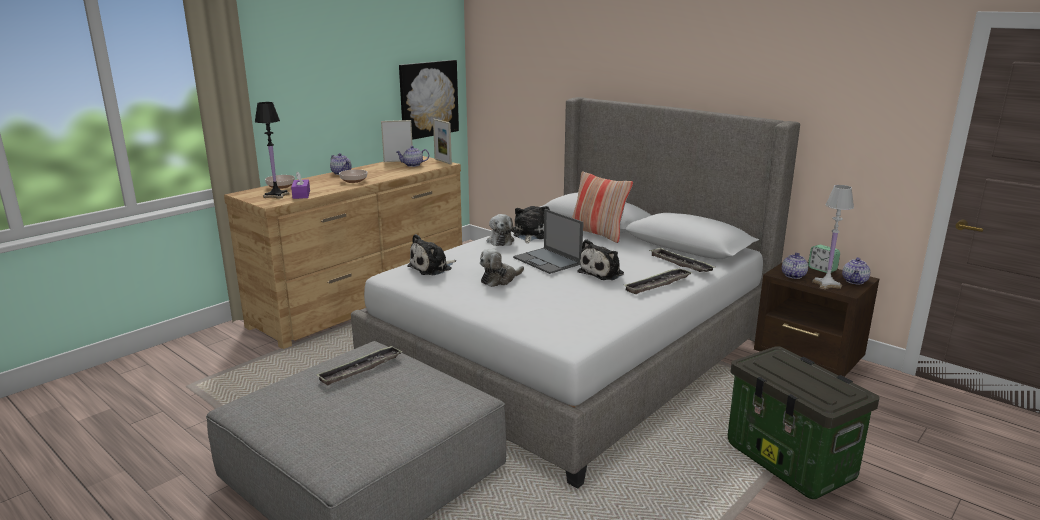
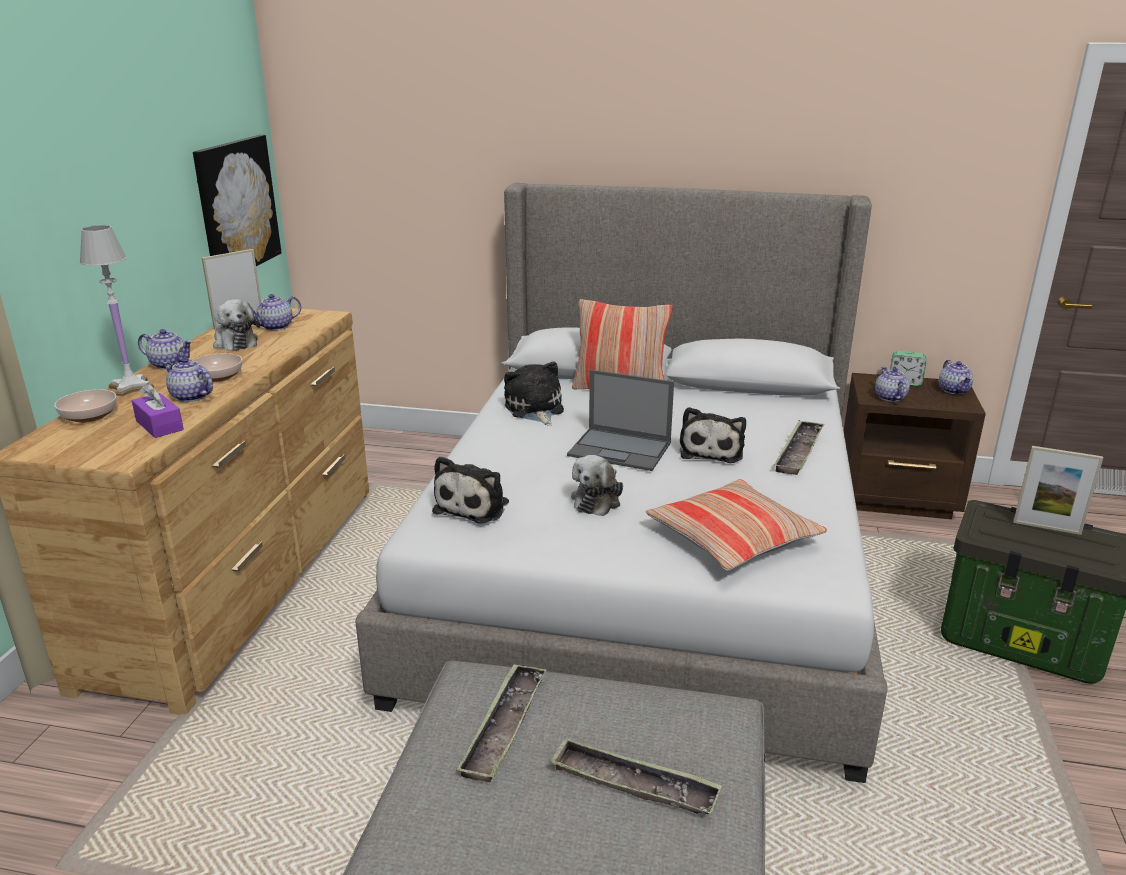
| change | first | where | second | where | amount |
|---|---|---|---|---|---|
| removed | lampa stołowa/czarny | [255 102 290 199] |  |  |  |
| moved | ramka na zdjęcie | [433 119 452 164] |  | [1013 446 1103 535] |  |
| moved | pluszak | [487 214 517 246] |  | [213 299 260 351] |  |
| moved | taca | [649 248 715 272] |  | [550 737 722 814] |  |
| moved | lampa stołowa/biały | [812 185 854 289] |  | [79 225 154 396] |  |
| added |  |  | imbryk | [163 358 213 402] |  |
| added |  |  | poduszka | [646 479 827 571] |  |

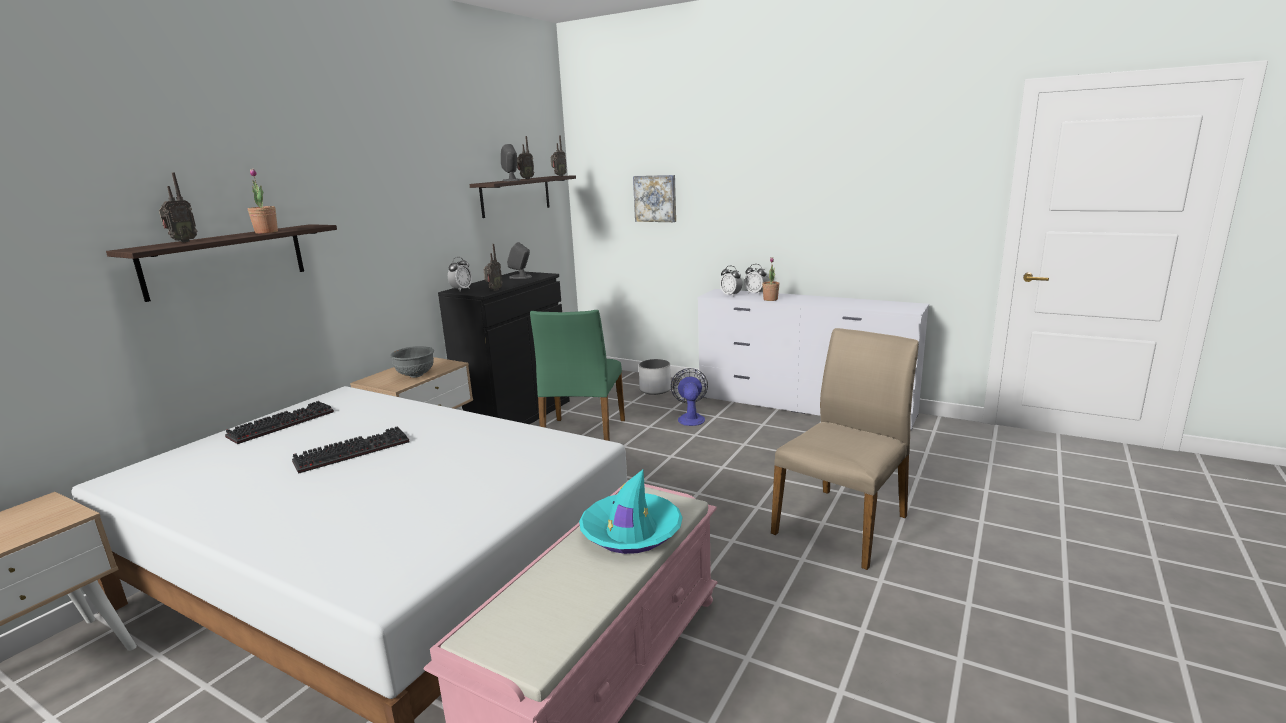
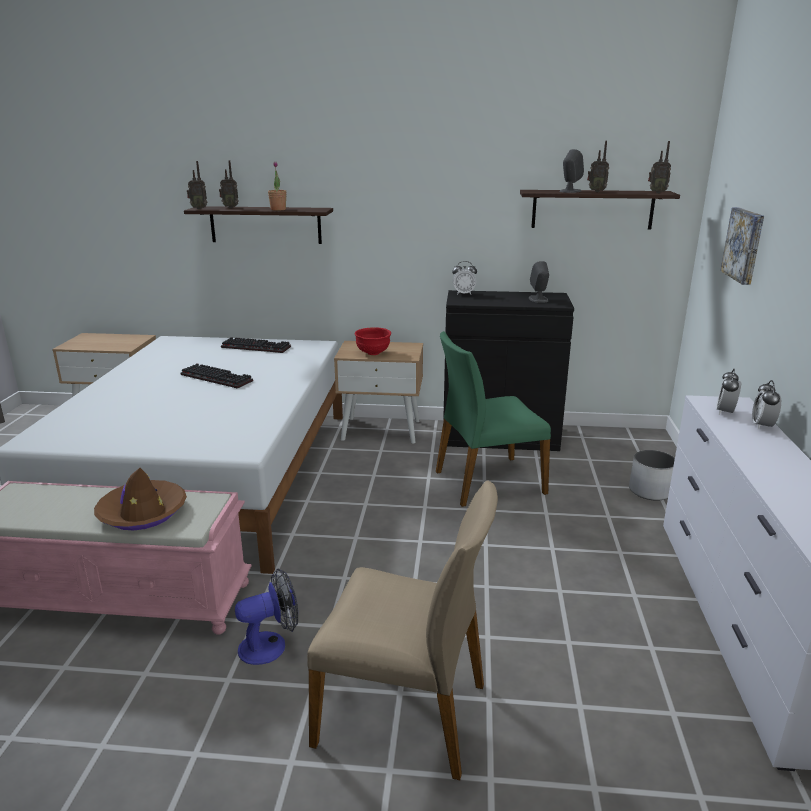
| change | first | where | second | where | amount |
|---|---|---|---|---|---|
| recoloured | miska/szary | [390 346 434 378] | miska/czerwony | [354 327 391 355] |  |
| moved | radio | [484 244 502 291] |  | [187 161 207 209] |  |
| recoloured | kapelusz/turkusowy | [579 470 683 554] | kapelusz/brązowy | [94 468 187 530] |  |
| moved | wentylator | [671 368 708 426] |  | [235 568 298 665] |  |
| removed | roślina doniczkowa | [762 257 779 301] |  |  |  |

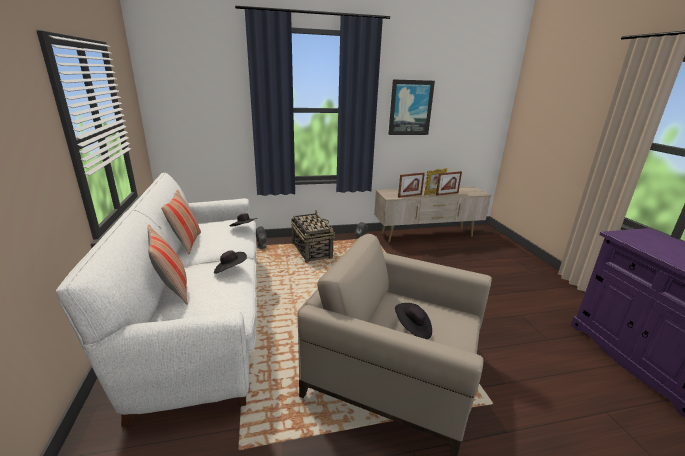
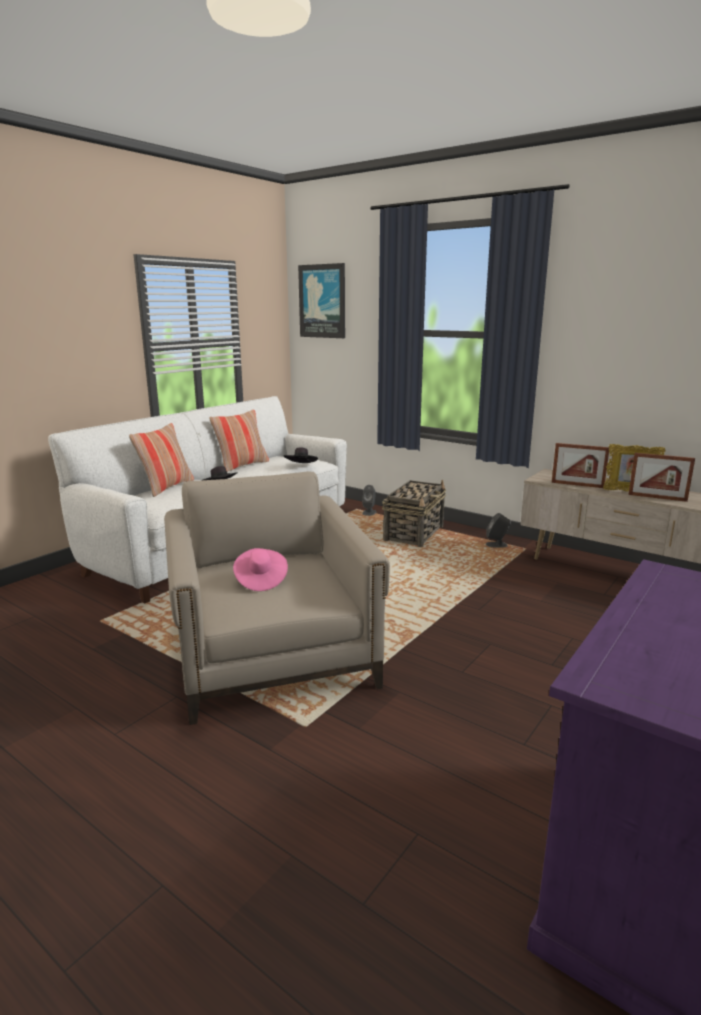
| change | first | where | second | where | amount |
|---|---|---|---|---|---|
| moved | obraz | [388 79 435 135] |  | [298 263 345 338] |  |
| recoloured | kapelusz/czarny | [395 303 432 339] | kapelusz/różowy | [233 548 288 591] |  |

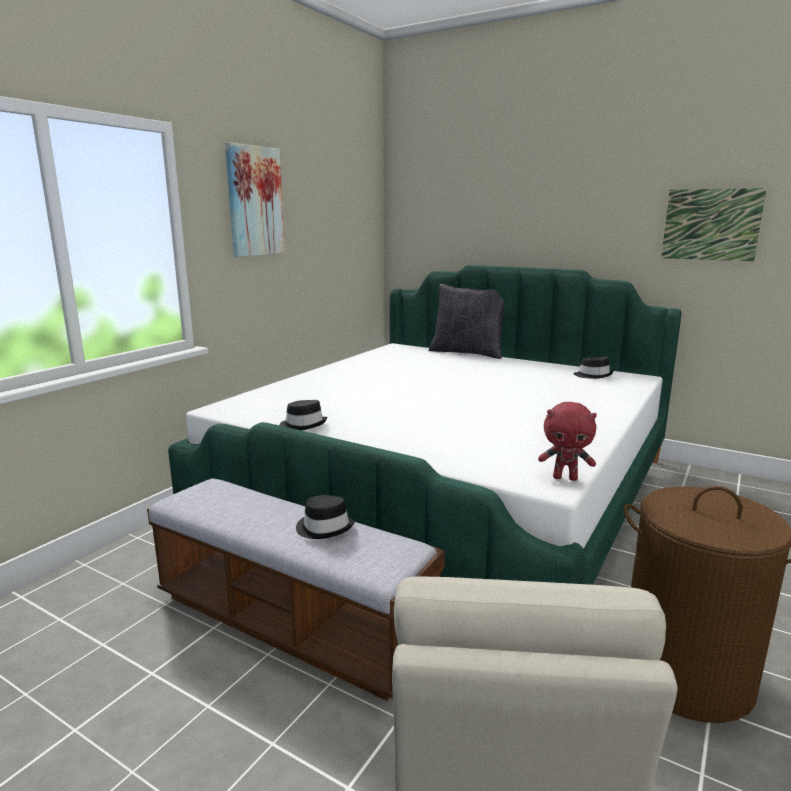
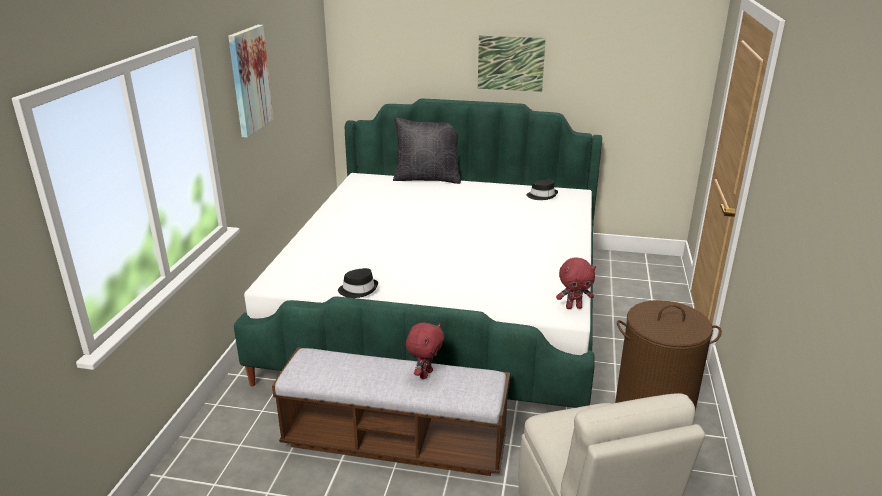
| change | first | where | second | where | amount |
|---|---|---|---|---|---|
| replaced | kapelusz/czarny | [296 495 355 539] | pluszak/czerwony | [406 323 444 379] |  |
| moved | obraz | [661 188 767 261] |  | [478 35 546 92] |  |

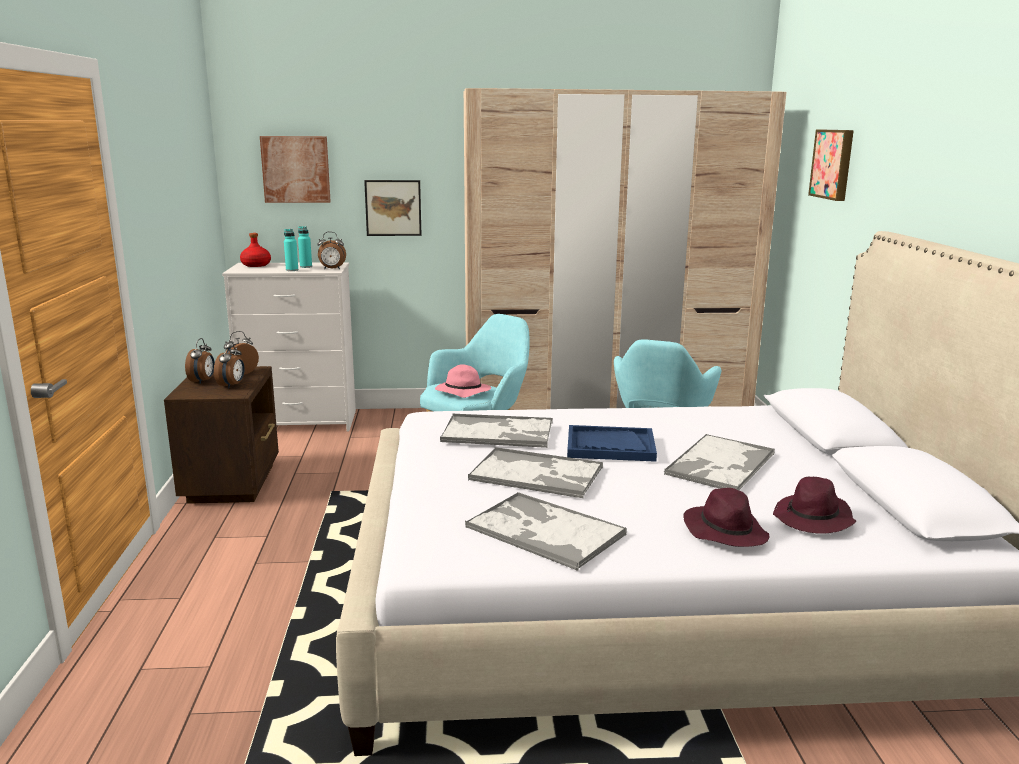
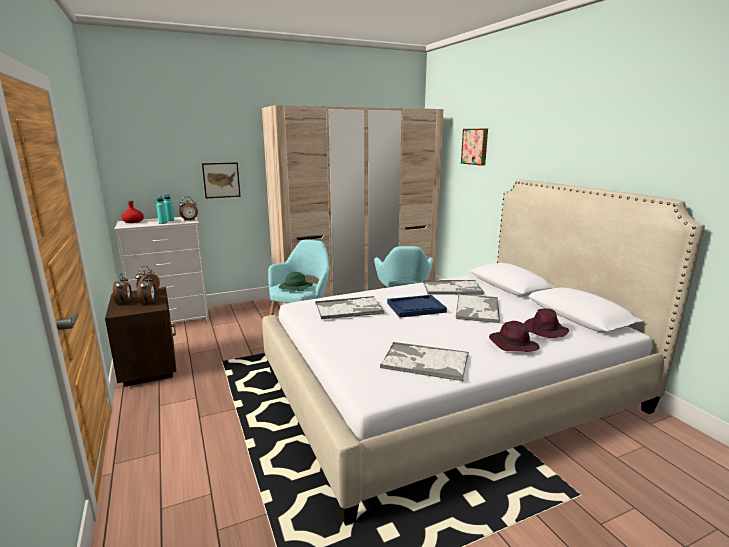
| change | first | where | second | where | amount |
|---|---|---|---|---|---|
| removed | obraz | [260 136 331 203] |  |  |  |
| recoloured | kapelusz/różowy | [435 364 491 398] | kapelusz/zielony | [279 272 313 291] |  |
| moved | taca | [468 447 603 498] |  | [423 280 484 294] |  |

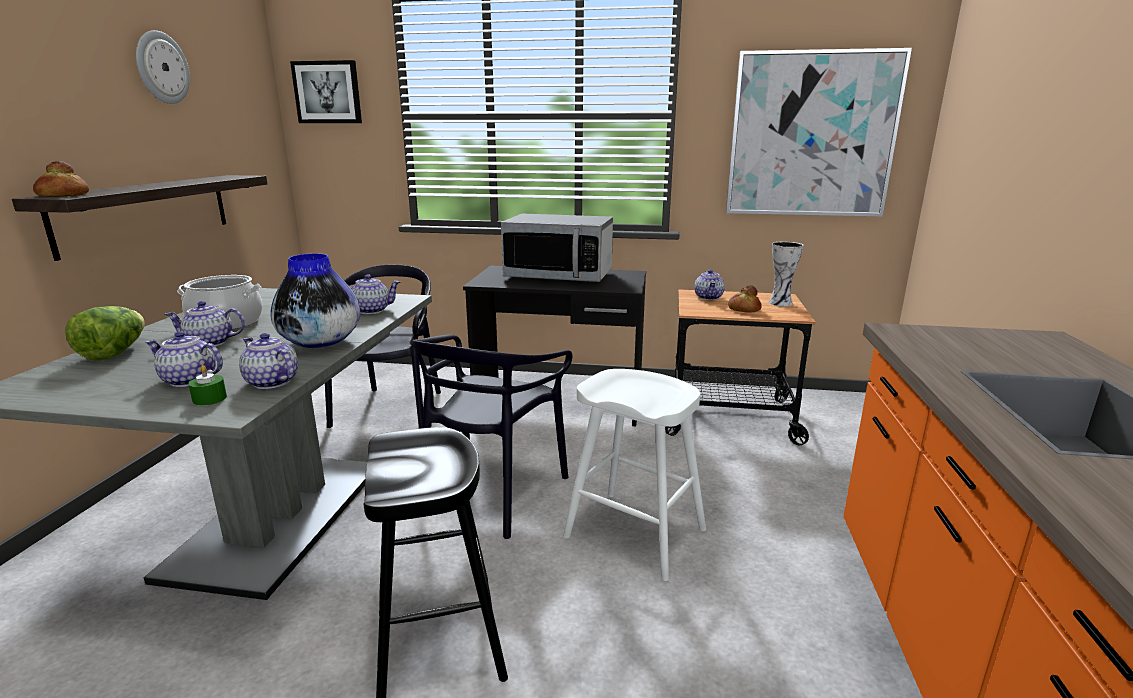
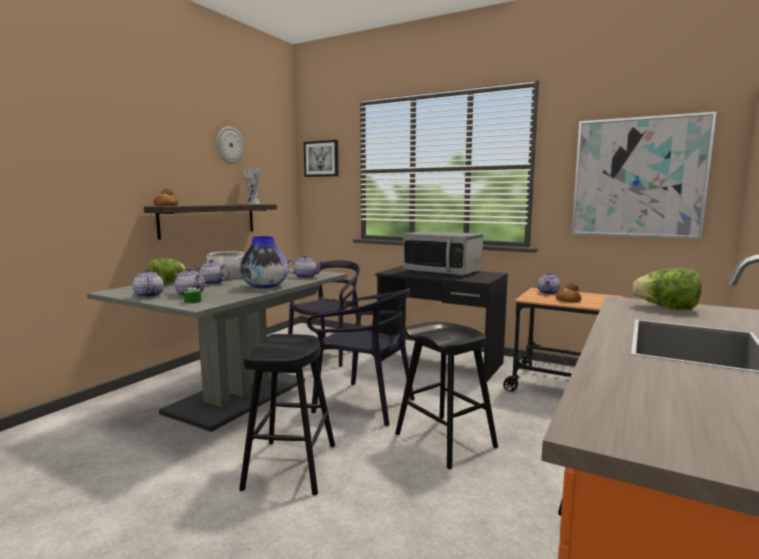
| change | first | where | second | where | amount |
|---|---|---|---|---|---|
| moved | imbryk | [239 333 298 389] |  | [132 269 164 298] |  |
| turned | krzesło/czarny | [412 335 572 539] |  | [307 288 415 426] | 105 degrees counterclockwise |
| recoloured | stołek/biały | [563 369 706 581] | stołek/czarny | [395 322 498 469] |  |
| moved | wazon | [769 242 804 306] |  | [243 168 261 204] |  |
| added |  |  | sałata | [632 268 702 310] |  |

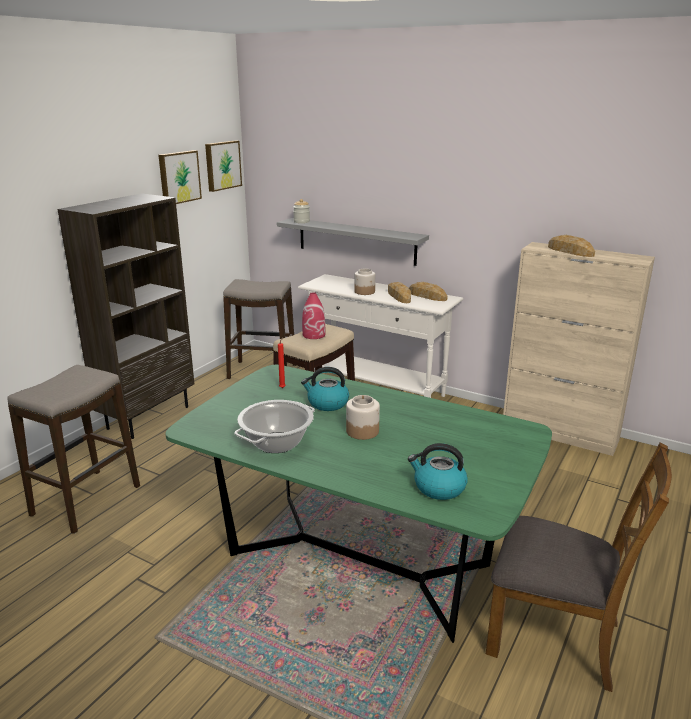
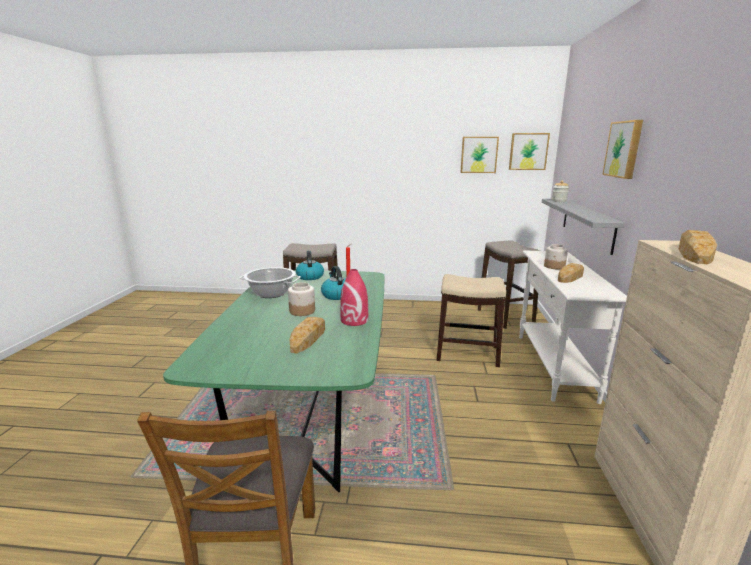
| change | first | where | second | where | amount |
|---|---|---|---|---|---|
| removed | regał/brązowy | [58 193 194 439] |  |  |  |
| moved | wazon/czerwony | [302 292 325 339] |  | [340 269 368 326] |  |
| moved | czajnik | [408 443 468 500] |  | [296 251 324 280] |  |
| moved | chleb | [409 282 447 301] |  | [289 317 325 353] |  |
| added |  |  | obraz | [602 120 643 179] |  |

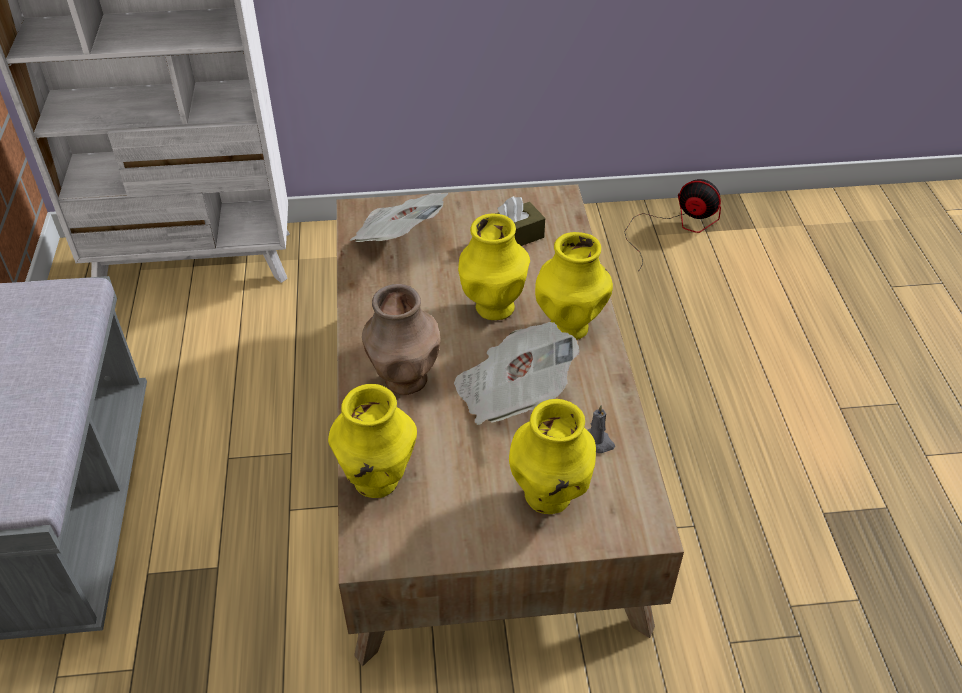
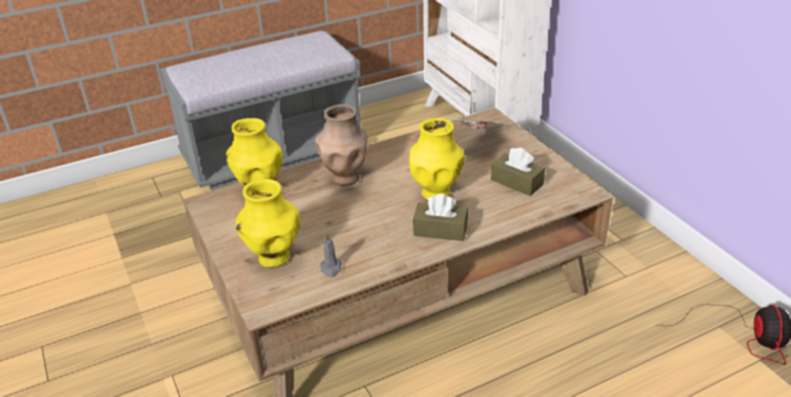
| change | first | where | second | where | amount |
|---|---|---|---|---|---|
| removed | gazeta | [454 322 580 425] |  |  |  |
| replaced | wazon/żółty | [535 232 613 340] | pudełko chusteczek/brązowy | [413 194 468 241] |  |

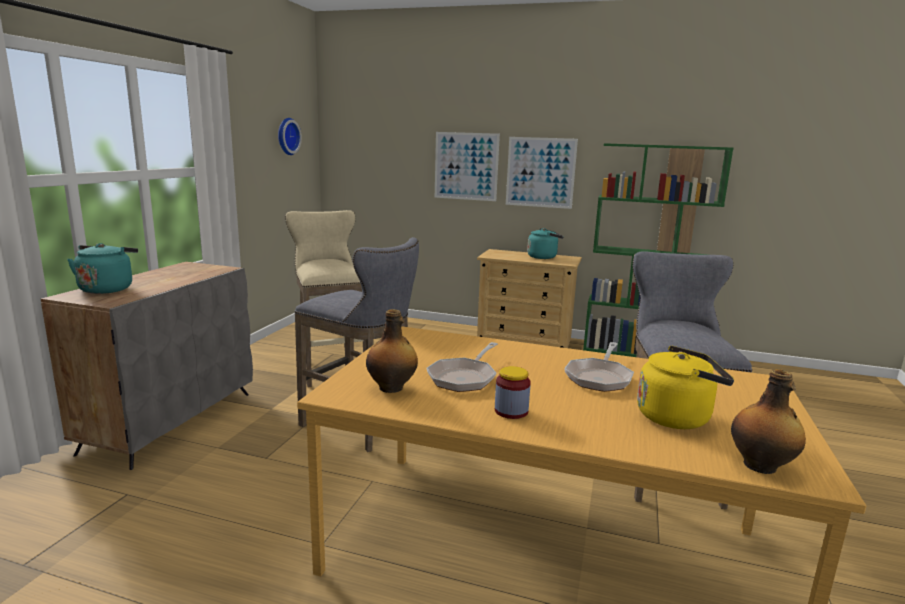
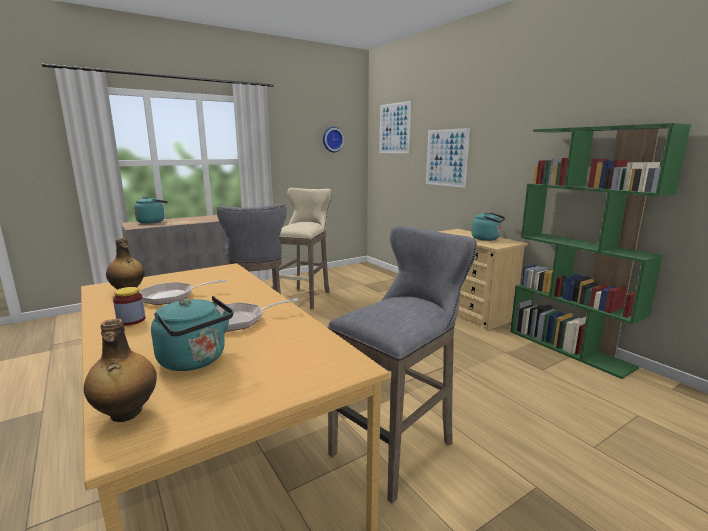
| change | first | where | second | where | amount |
|---|---|---|---|---|---|
| moved | obraz | [506 137 578 209] |  | [379 101 411 153] |  |
| recoloured | czajnik/żółty | [637 346 734 429] | czajnik/turkusowy | [151 296 233 371] |  |

